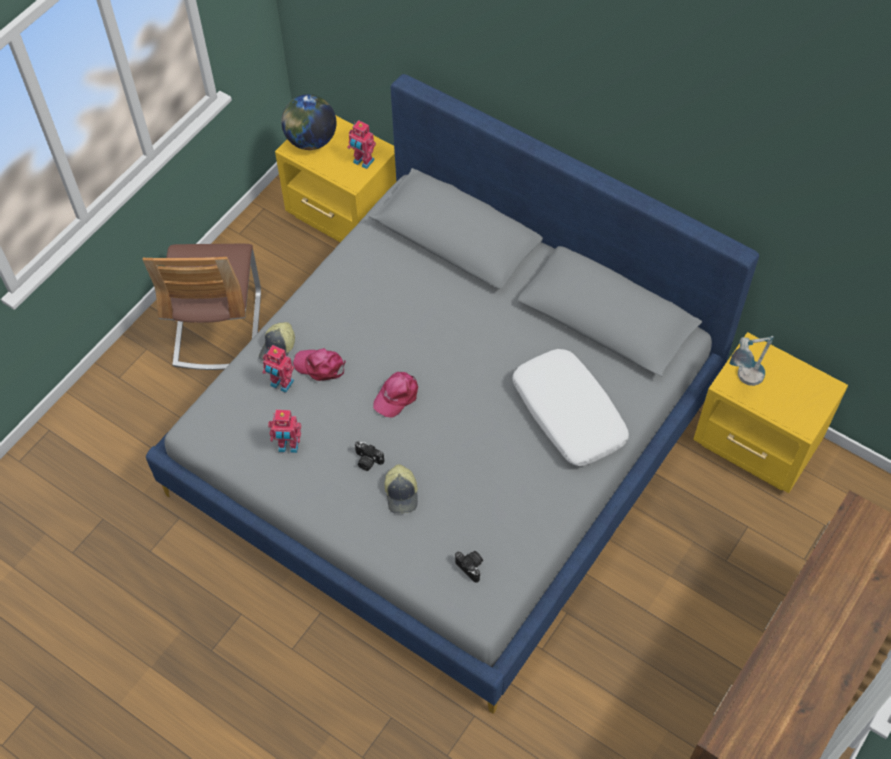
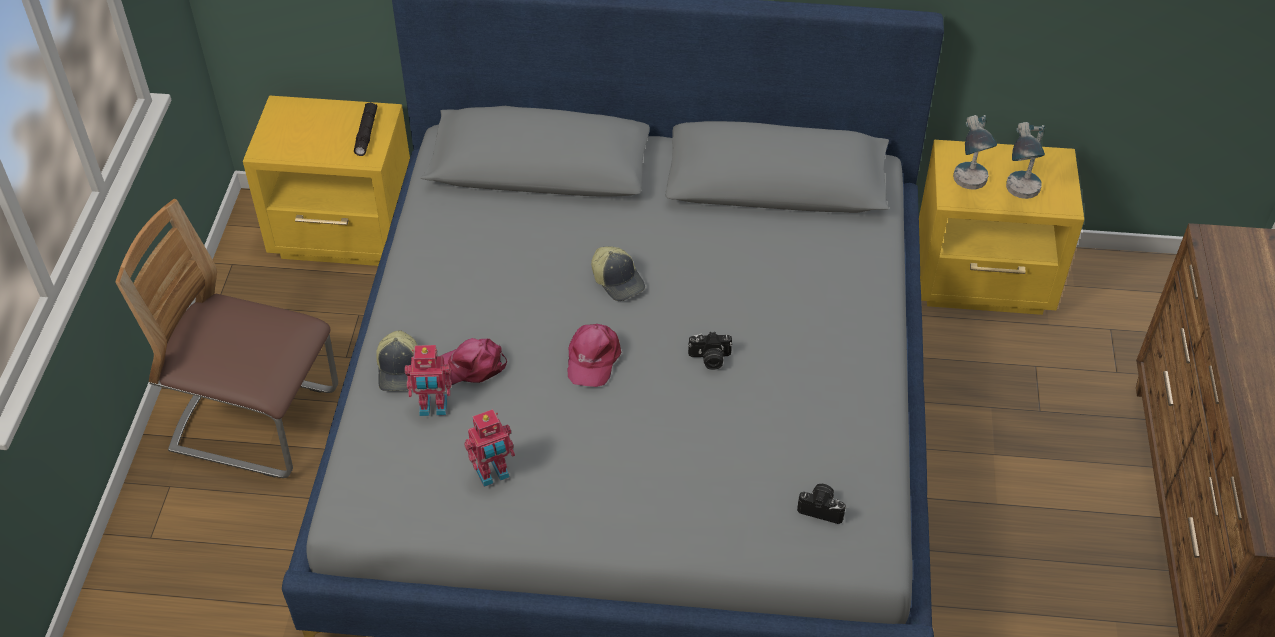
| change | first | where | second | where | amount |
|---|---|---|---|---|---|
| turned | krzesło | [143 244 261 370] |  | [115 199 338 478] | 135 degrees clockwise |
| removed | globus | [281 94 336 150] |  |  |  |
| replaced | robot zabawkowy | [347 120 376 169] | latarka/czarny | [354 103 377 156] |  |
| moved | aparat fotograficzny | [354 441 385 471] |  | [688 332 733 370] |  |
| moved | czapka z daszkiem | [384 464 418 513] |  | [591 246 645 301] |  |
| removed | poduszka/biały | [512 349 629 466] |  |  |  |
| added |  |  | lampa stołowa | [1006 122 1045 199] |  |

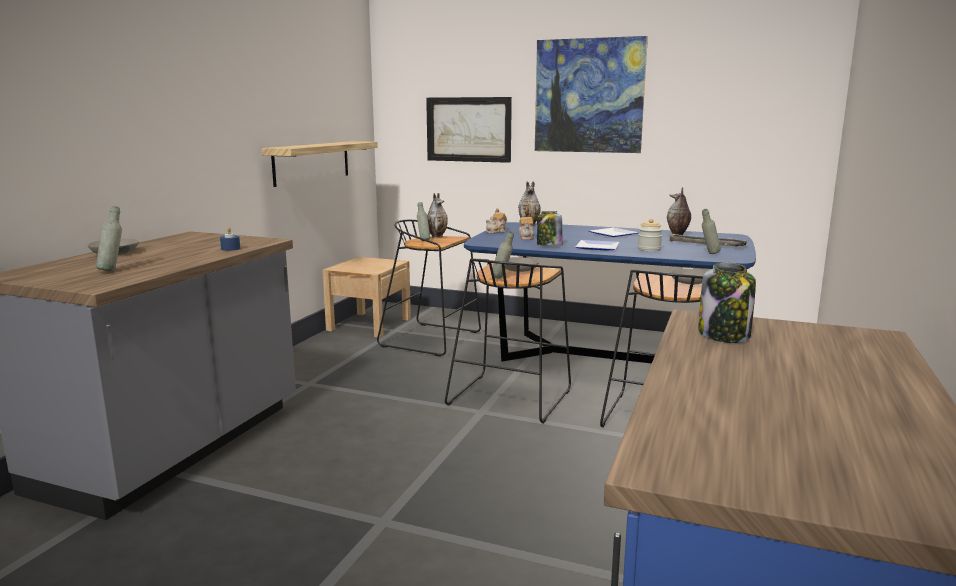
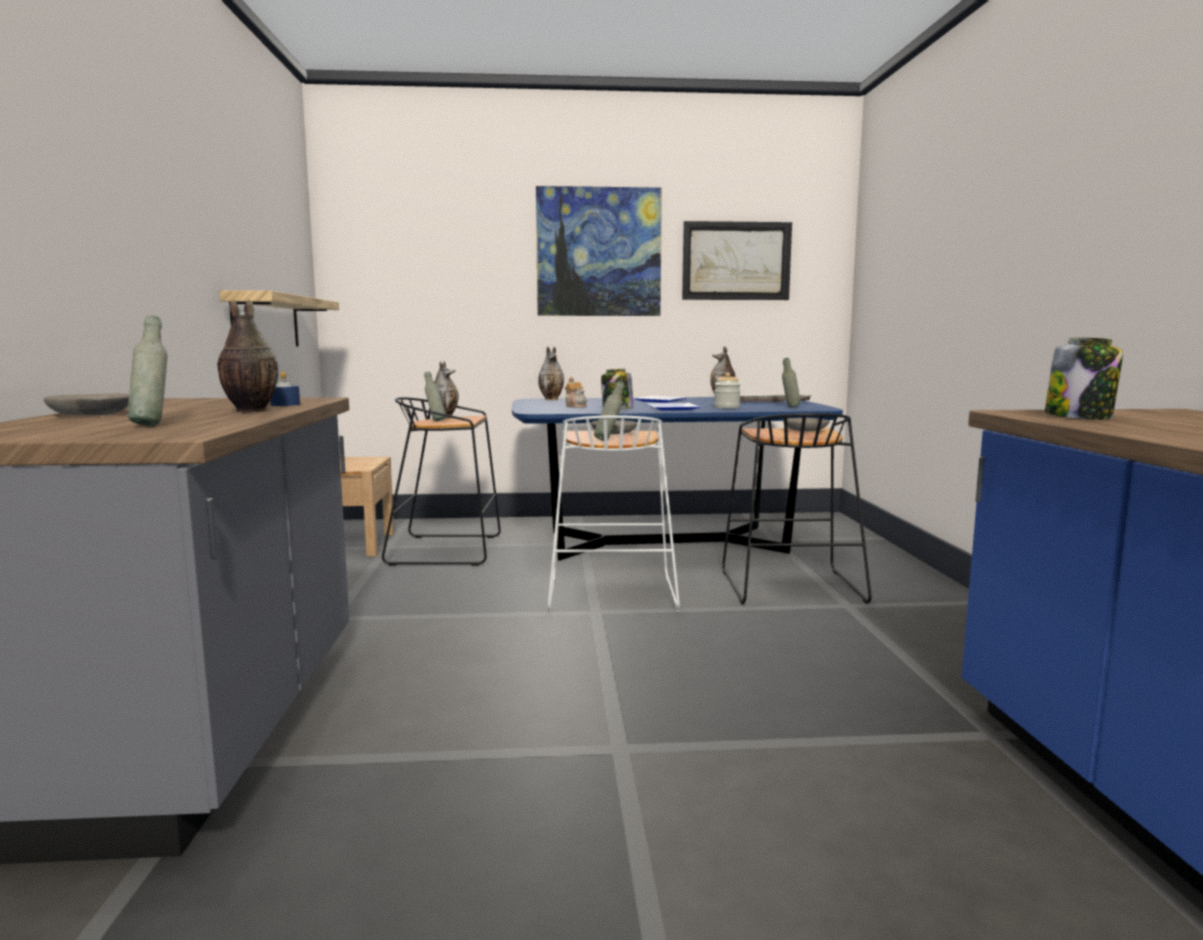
| change | first | where | second | where | amount |
|---|---|---|---|---|---|
| moved | obraz | [426 97 512 163] |  | [682 221 792 300] |  |
| recoloured | stołek/czarny | [445 258 571 423] | stołek/biały | [547 415 680 612] |  |
| removed | imbryk | [485 208 507 234] |  |  |  |
| added |  |  | wazon | [217 300 278 413] |  |

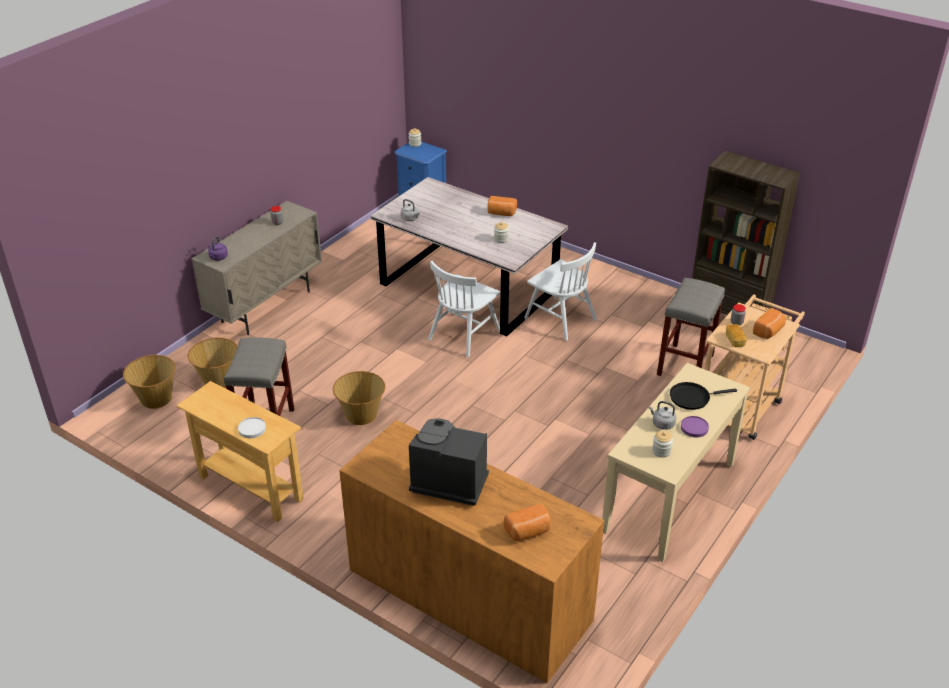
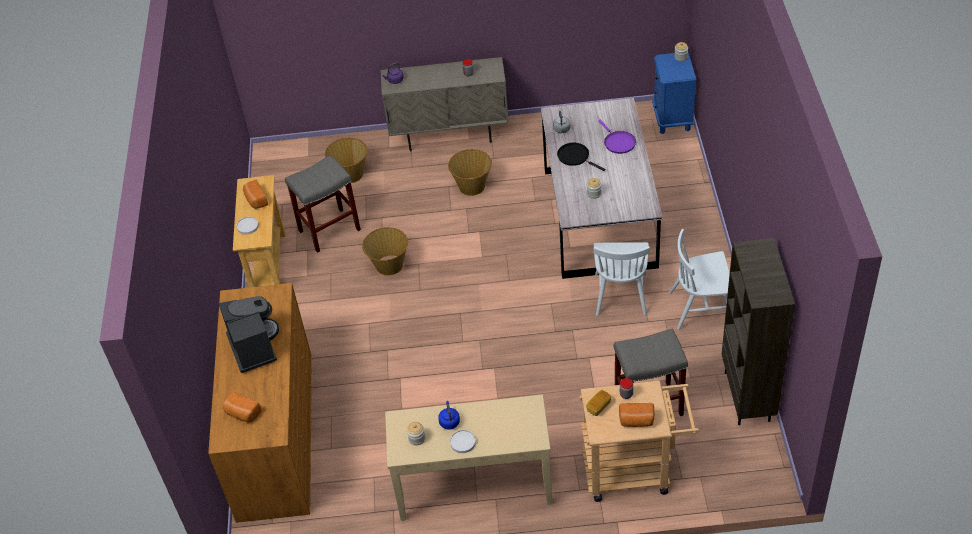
| change | first | where | second | where | amount |
|---|---|---|---|---|---|
| moved | koszyk | [123 355 176 409] |  | [448 149 492 196] |  |
| moved | krzesło/biały | [428 261 500 357] |  | [669 229 730 330] |  |
| moved | chleb | [488 196 517 216] |  | [243 180 268 209] |  |
| recoloured | czajnik/szary | [649 401 676 430] | czajnik/niebieski | [438 401 460 430] |  |
| moved | patelnia/czarny | [670 382 737 410] |  | [557 143 605 171] |  |
| recoloured | talerz/fioletowy | [681 416 709 437] | talerz/biały | [450 430 476 453] |  |
| added |  |  | patelnia/fioletowy | [598 120 636 154] |  |

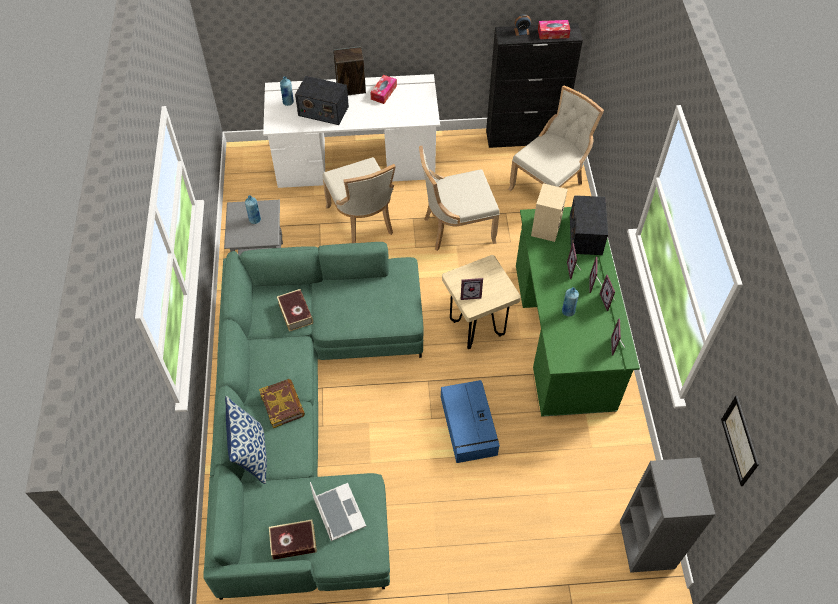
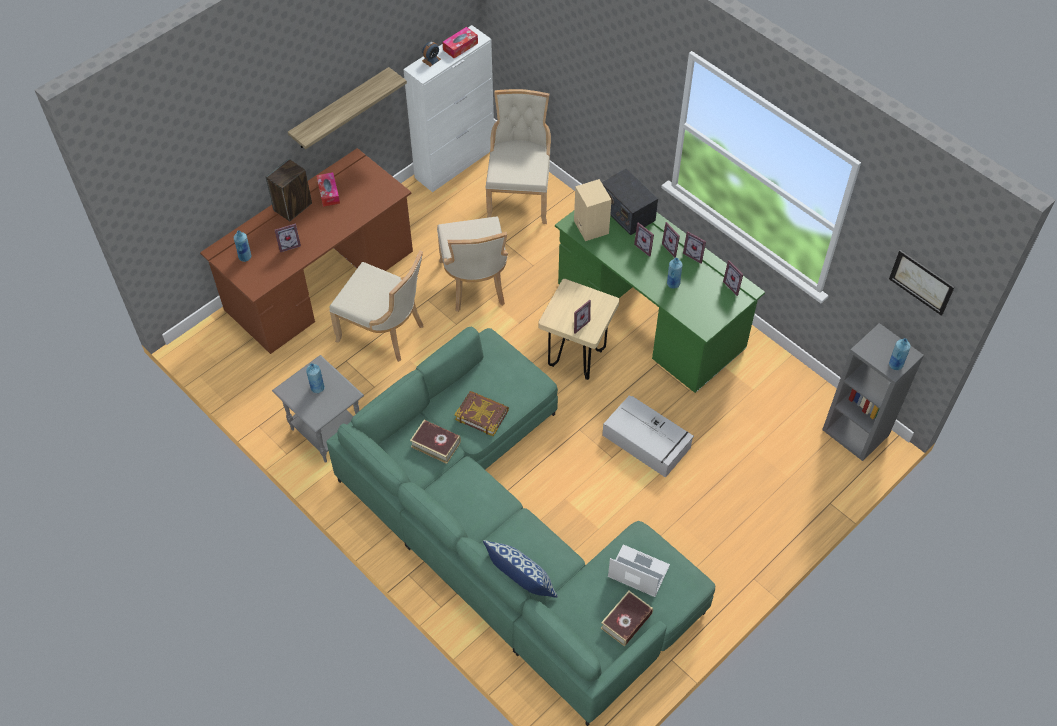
| change | first | where | second | where | amount |
|---|---|---|---|---|---|
| moved | książka | [259 379 305 428] |  | [454 391 509 436] |  |
| recoloured | biurko/biały | [263 74 440 188] | biurko/brązowy | [200 148 413 354] |  |
| replaced | radio | [295 76 349 125] | ramka na zdjęcie | [275 223 301 252] |  |
| turned | krzesło/beżowy | [419 146 499 251] |  | [437 216 508 312] | 45 degrees counterclockwise |
| recoloured | pojemnik do przechowywania/niebieski | [441 380 500 463] | pojemnik do przechowywania/szary | [602 395 694 478] |  |
| recoloured | szafka/czarny | [486 23 583 148] | szafka/biały | [403 25 494 192] |  |
| added |  |  | półka | [288 67 407 149] |  |
| added |  |  | butelka/niebieski | [889 338 911 370] |  |

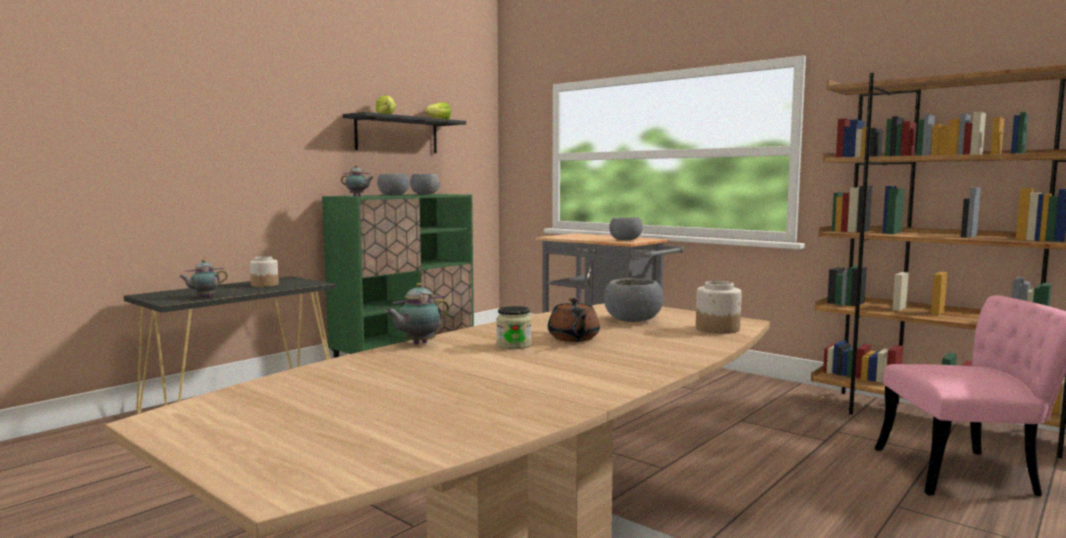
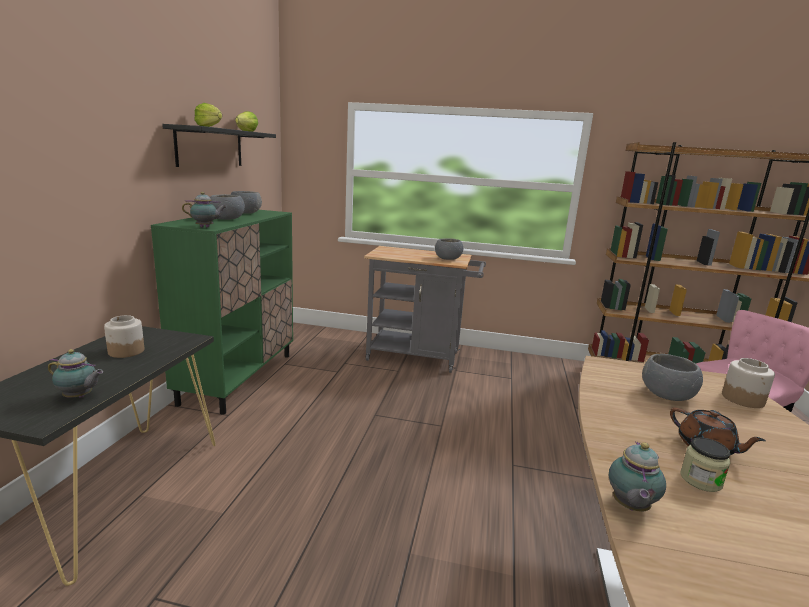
| change | first | where | second | where | amount |
|---|---|---|---|---|---|
| turned | imbryk | [179 260 228 297] |  | [48 349 103 398] | 105 degrees counterclockwise |

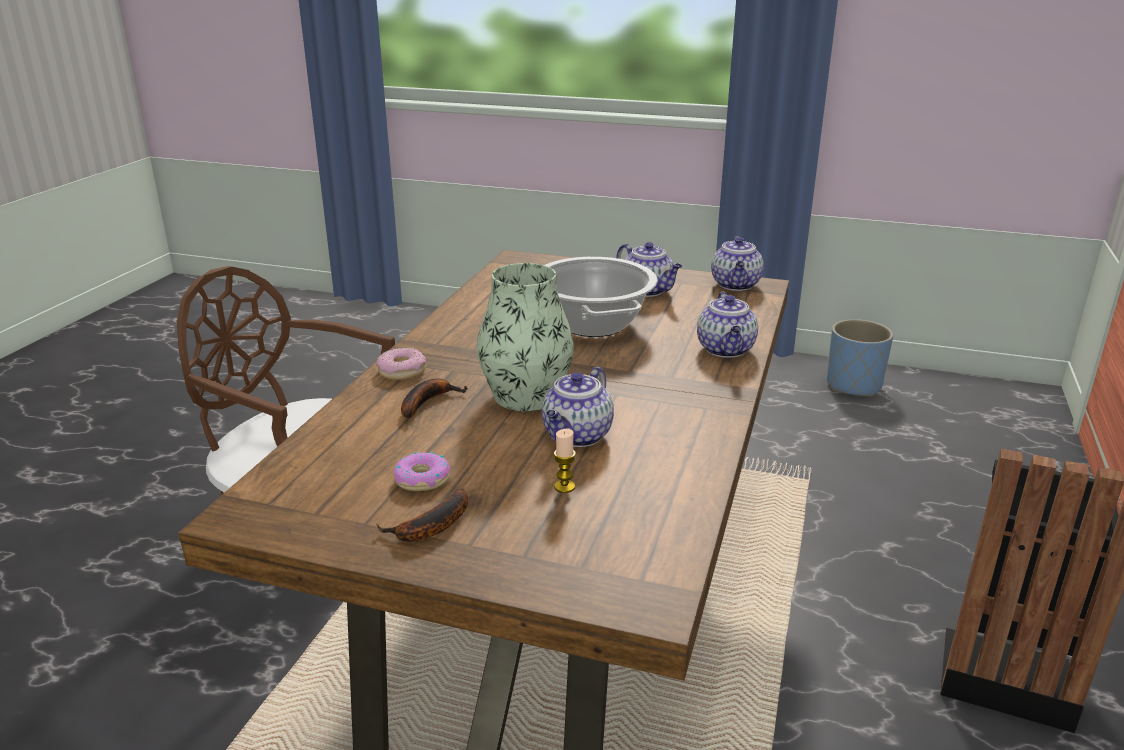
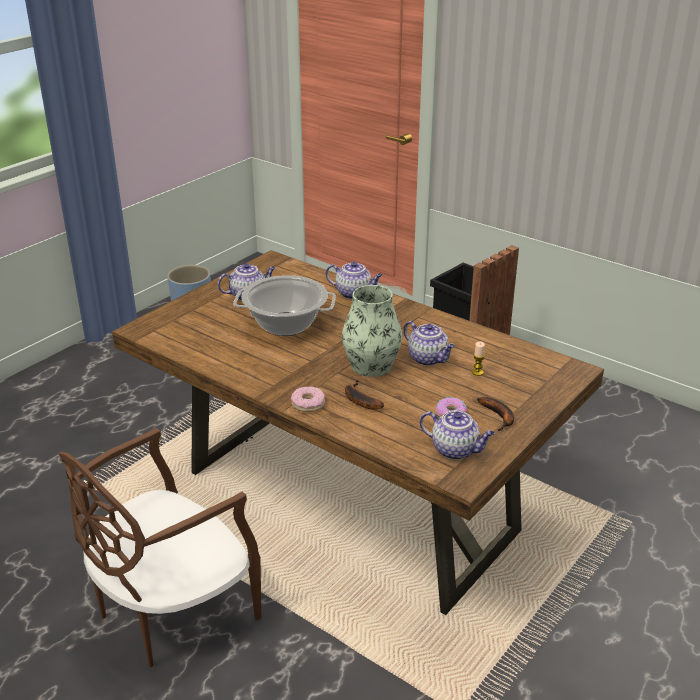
| change | first | where | second | where | amount |
|---|---|---|---|---|---|
| moved | imbryk | [711 236 764 291] |  | [420 411 495 460] |  |

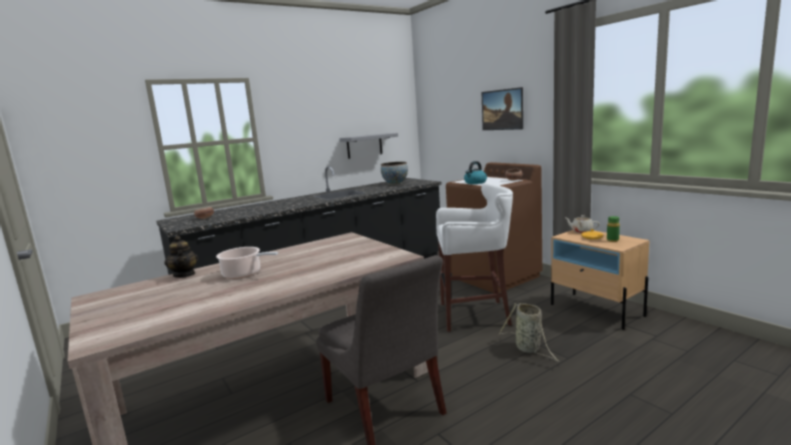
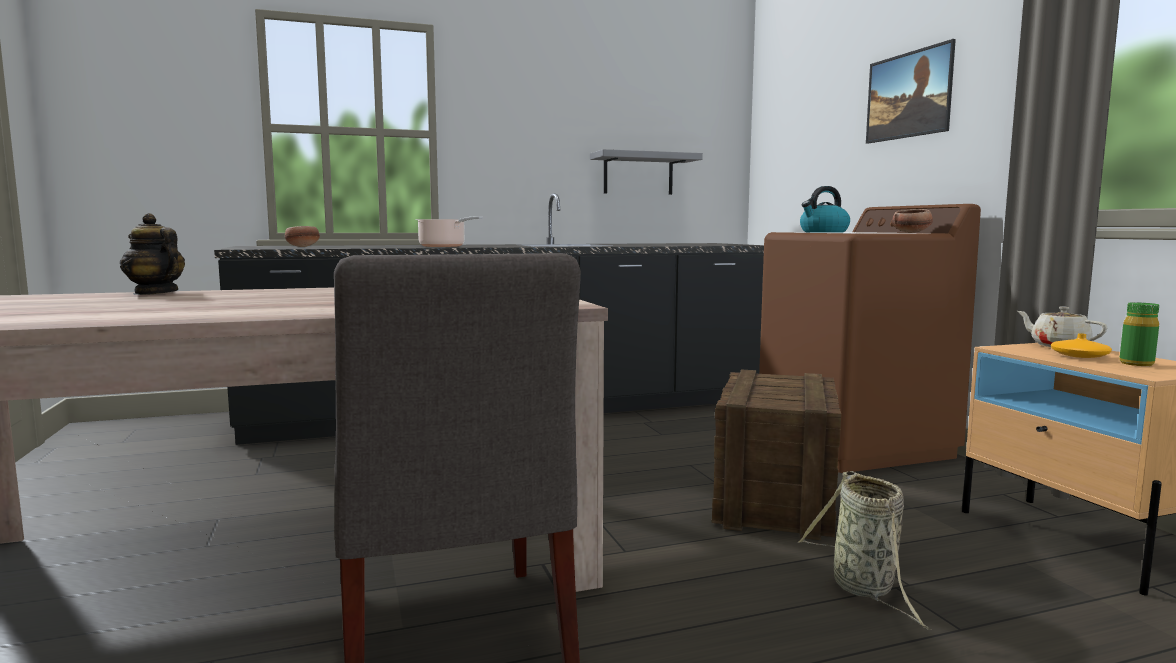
| change | first | where | second | where | amount |
|---|---|---|---|---|---|
| turned | imbryk | [164 236 198 278] |  | [120 213 185 295] | 135 degrees clockwise |
| moved | garnek | [216 247 278 279] |  | [416 216 483 247] |  |
| removed | miska | [381 162 408 185] |  |  |  |
| replaced | stołek/biały | [436 183 513 332] | skrzynka | [711 370 841 540] |  |

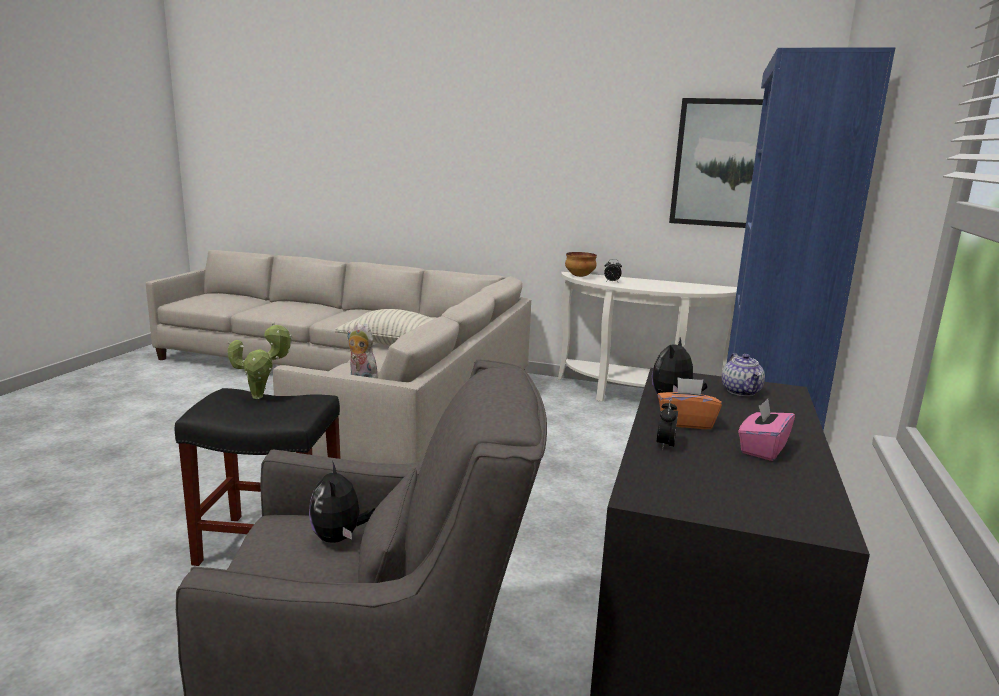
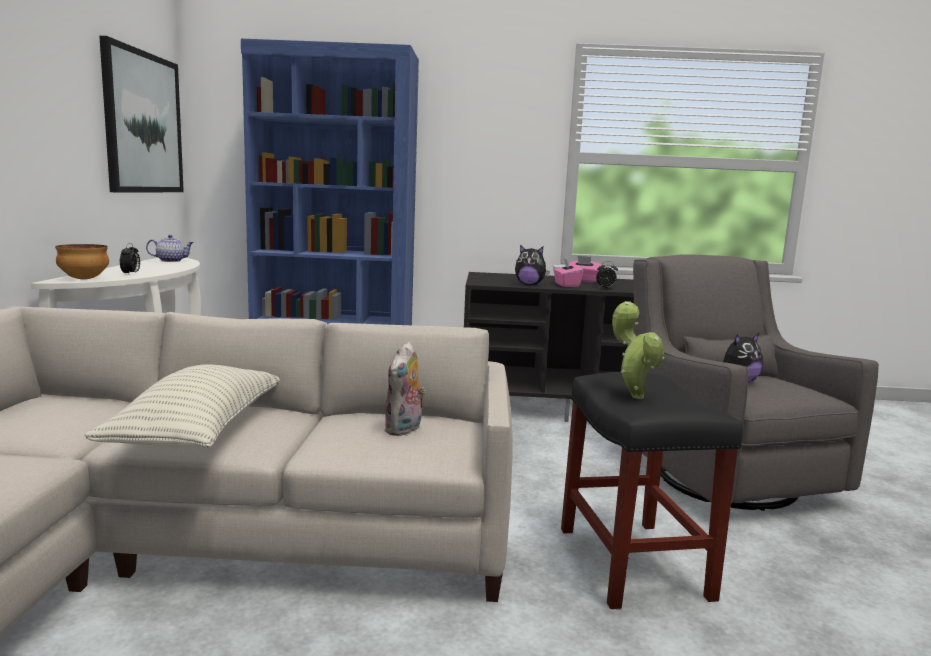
| change | first | where | second | where | amount |
|---|---|---|---|---|---|
| recoloured | pudełko chusteczek/pomarańczowy | [658 377 722 429] | pudełko chusteczek/różowy | [553 259 583 287] |  |
| moved | imbryk | [722 353 765 396] |  | [146 235 194 262] |  |

